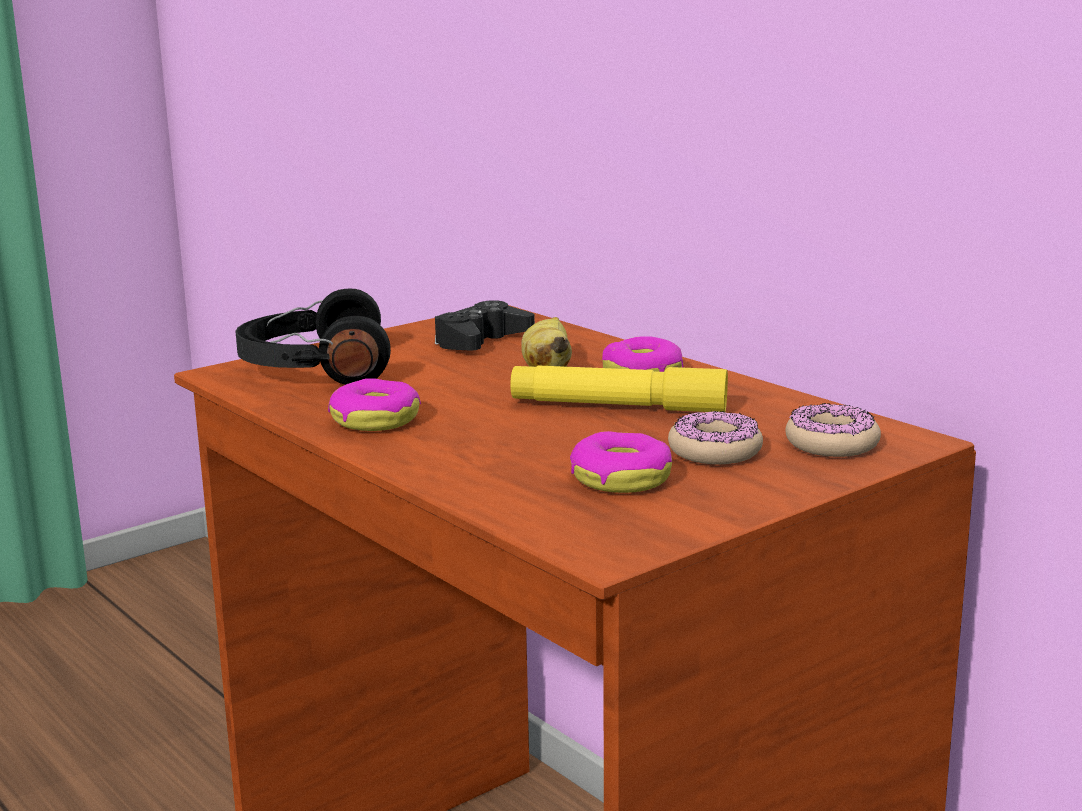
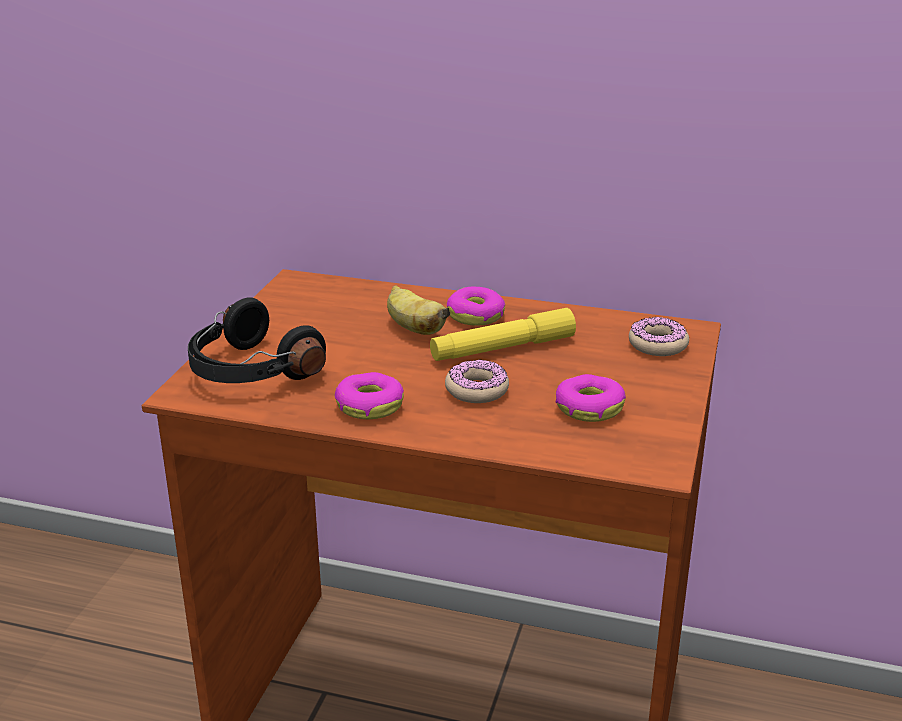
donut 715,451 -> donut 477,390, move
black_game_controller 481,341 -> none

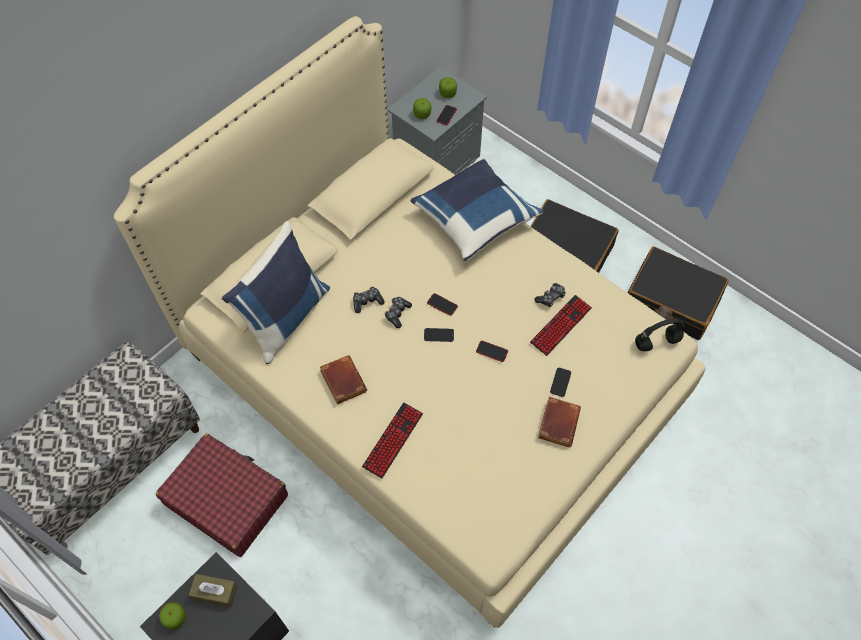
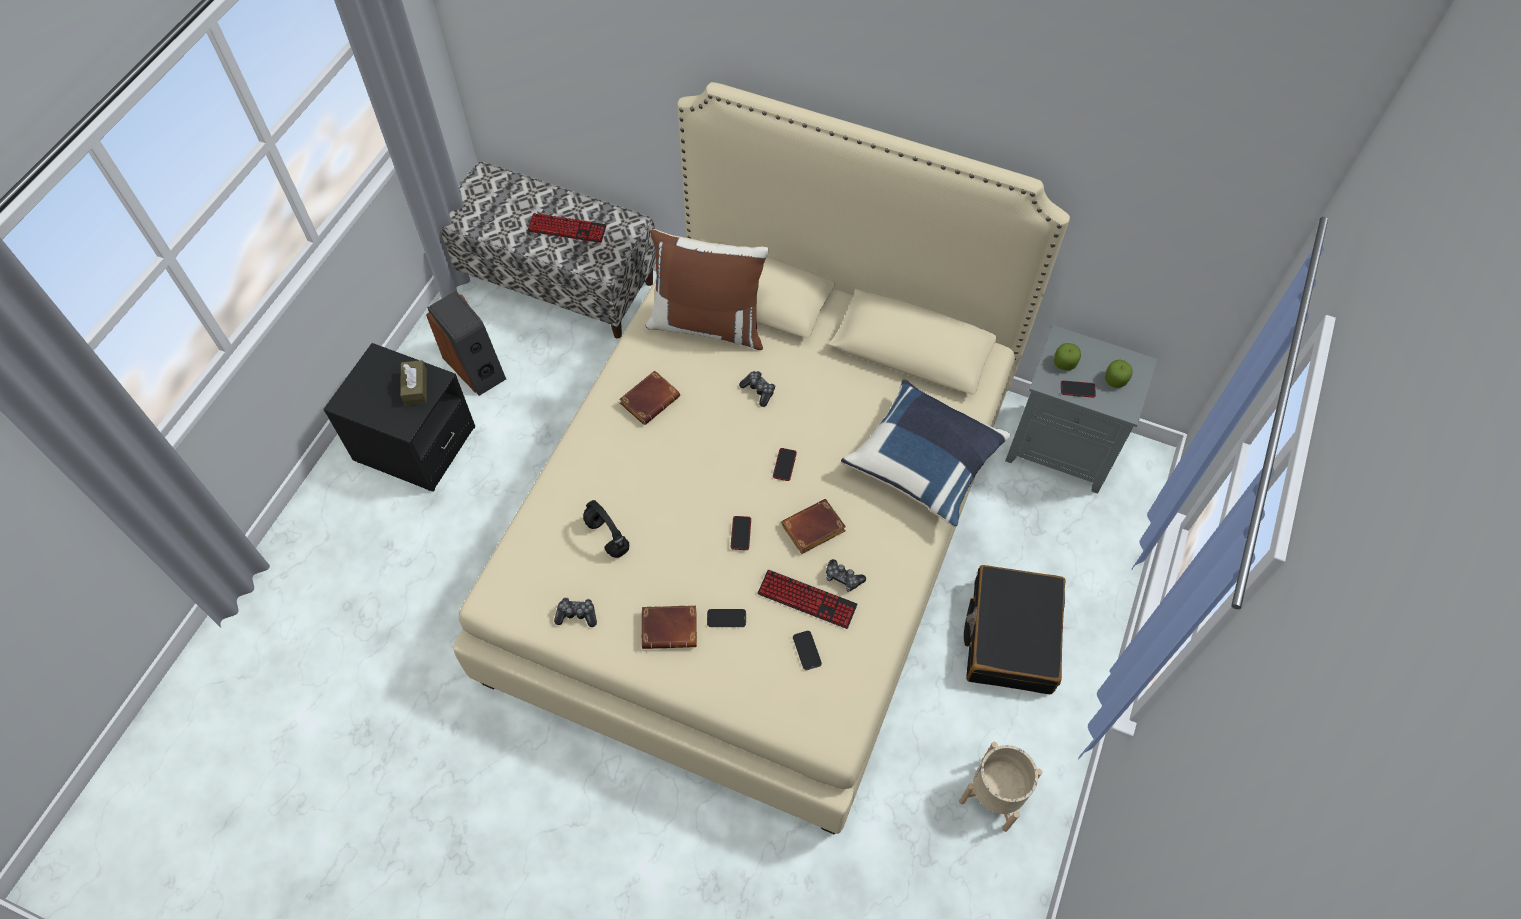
none -> speaker 475,366
keyboard 393,440 -> keyboard 567,229, move
game_controller 397,314 -> game_controller 577,614, move
black_headphones 656,343 -> black_headphones 606,536, move
blue_pillow 285,317 -> brown_pillow 708,324
none -> brown_book 812,531
phone 439,335 -> phone 807,650, move
black_suitcase 671,301 -> beige_planter 994,794
red_suitcase 226,499 -> none
apple 175,618 -> none

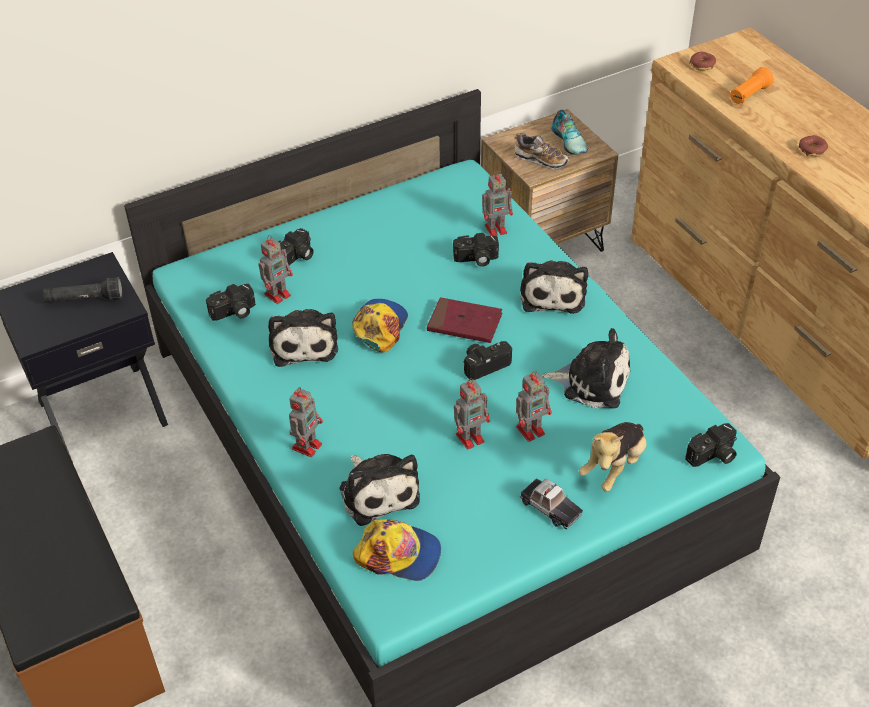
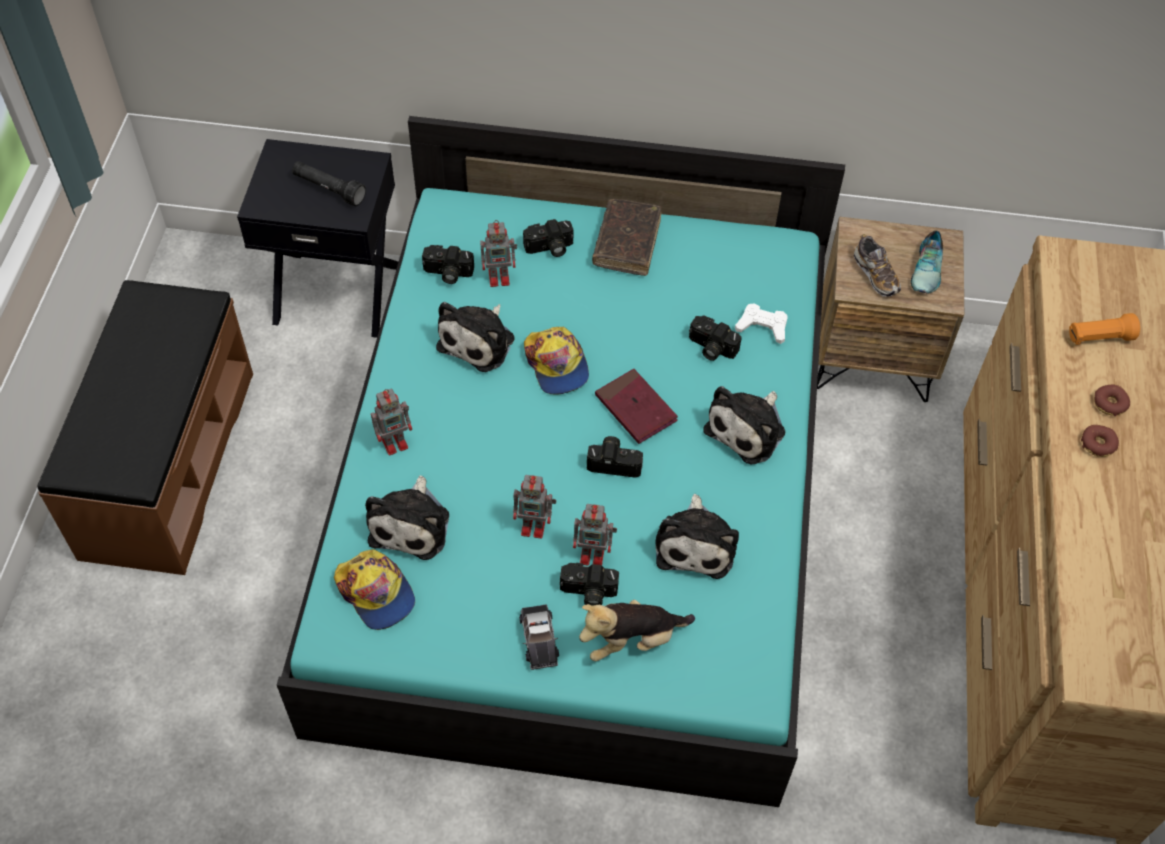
cap 380,327 -> cap 557,365, 105 degrees clockwise
photo_camera 713,456 -> photo_camera 588,593, move
none -> brown_book 627,243
plush_toy 592,381 -> plush_toy 696,543, 45 degrees clockwise
toy_robot 497,229 -> white_game_controller 762,326
donut 702,65 -> donut 1109,404, move

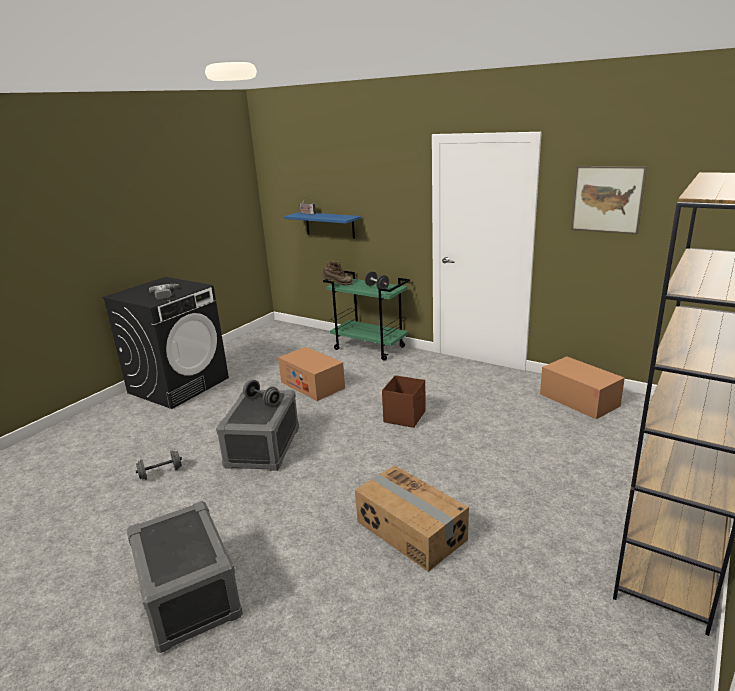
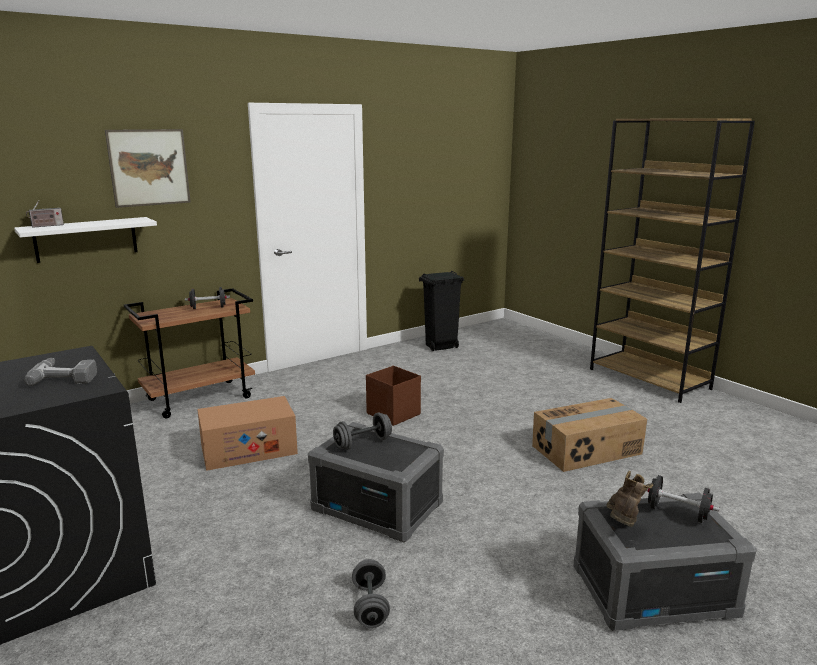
blue_shelf 330,225 -> white_shelf 86,239
picture 607,199 -> picture 149,167, move
green_cart 370,348 -> brown_cart 200,398
cardboard_box 579,400 -> black_trash_can 440,347
brown_boot 338,285 -> brown_boot 622,525, move
none -> black_dumbbell 677,513

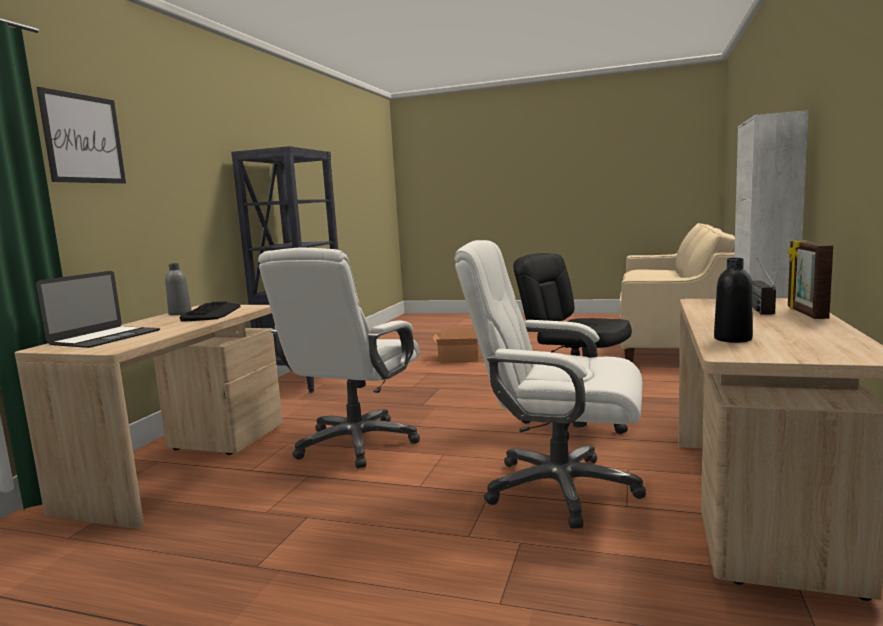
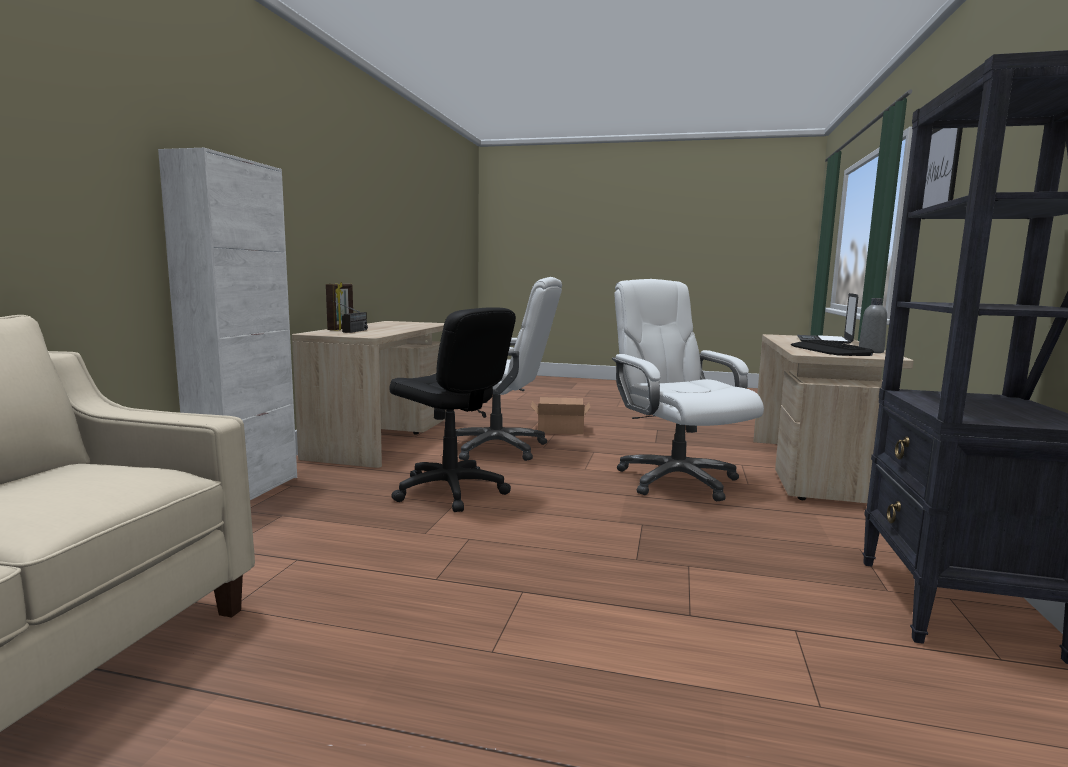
cardboard_box 460,358 -> cardboard_box 559,429, move
white_office_chair 356,444 -> white_office_chair 676,480, 45 degrees counterclockwise
black_bottle 732,339 -> none

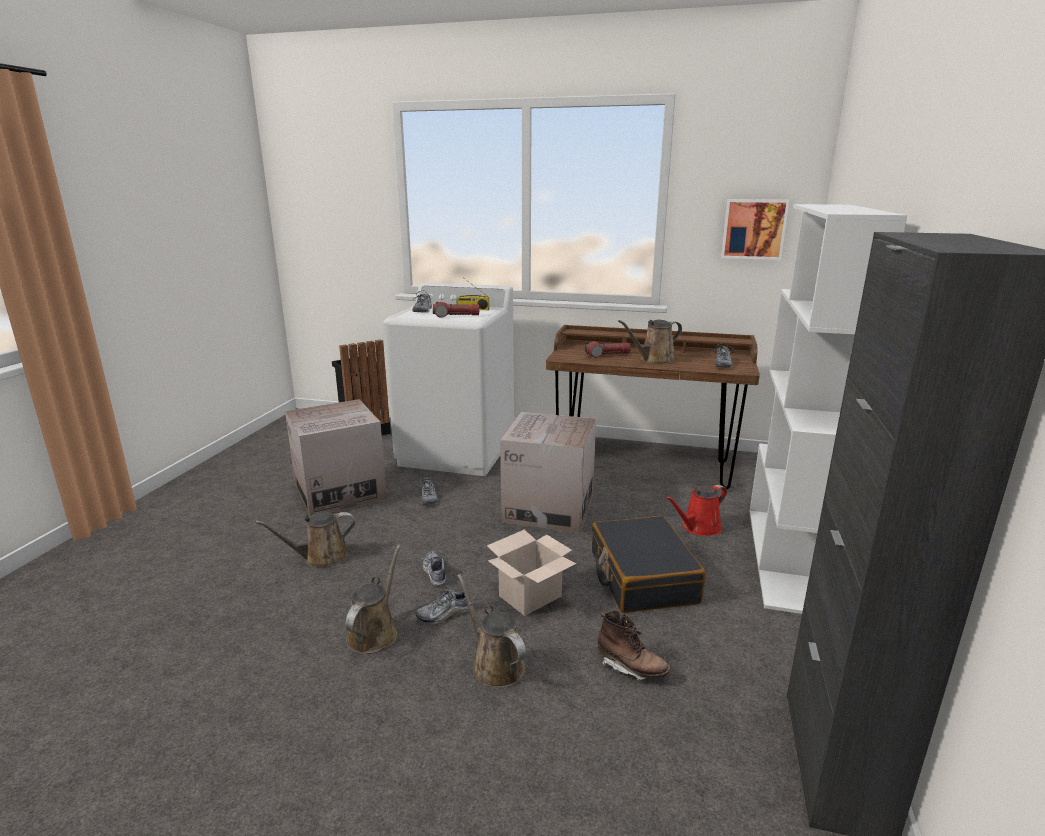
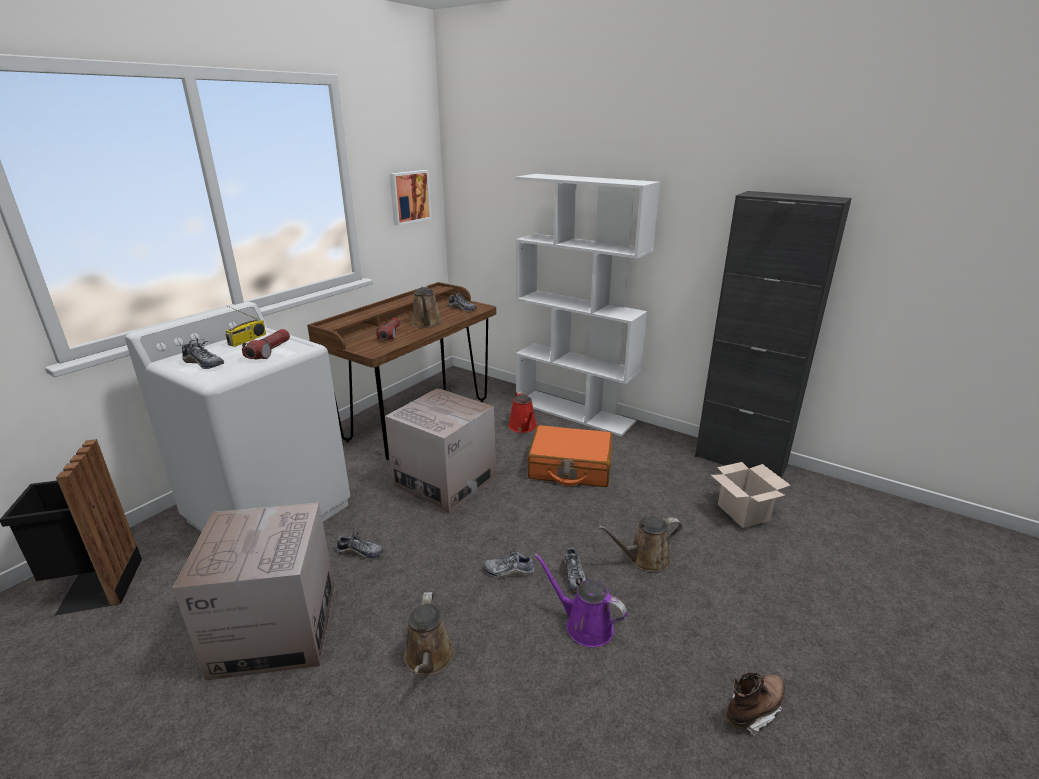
black_suitcase 642,577 -> orange_suitcase 570,467
brown_watering_can 374,633 -> purple_watering_can 584,625
cardboard_box 529,597 -> cardboard_box 744,513, move
brown_boot 631,667 -> brown_boot 753,710, move

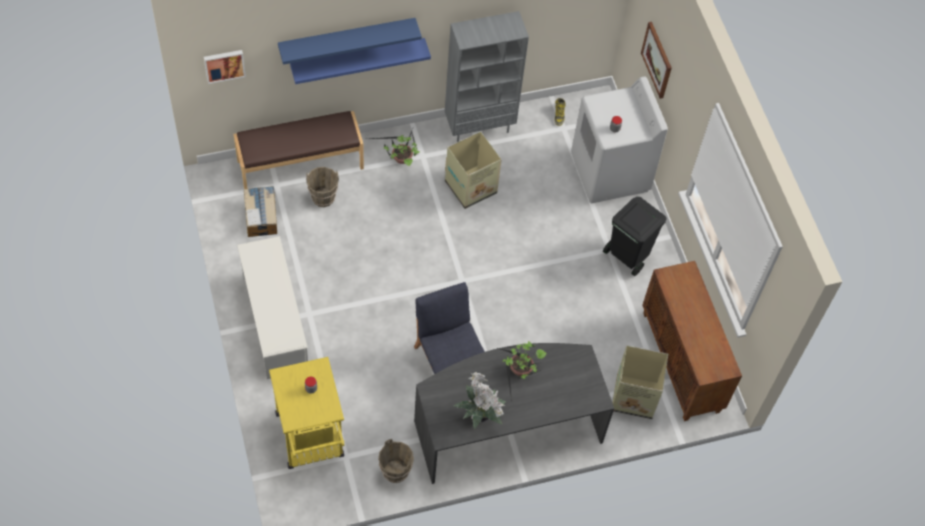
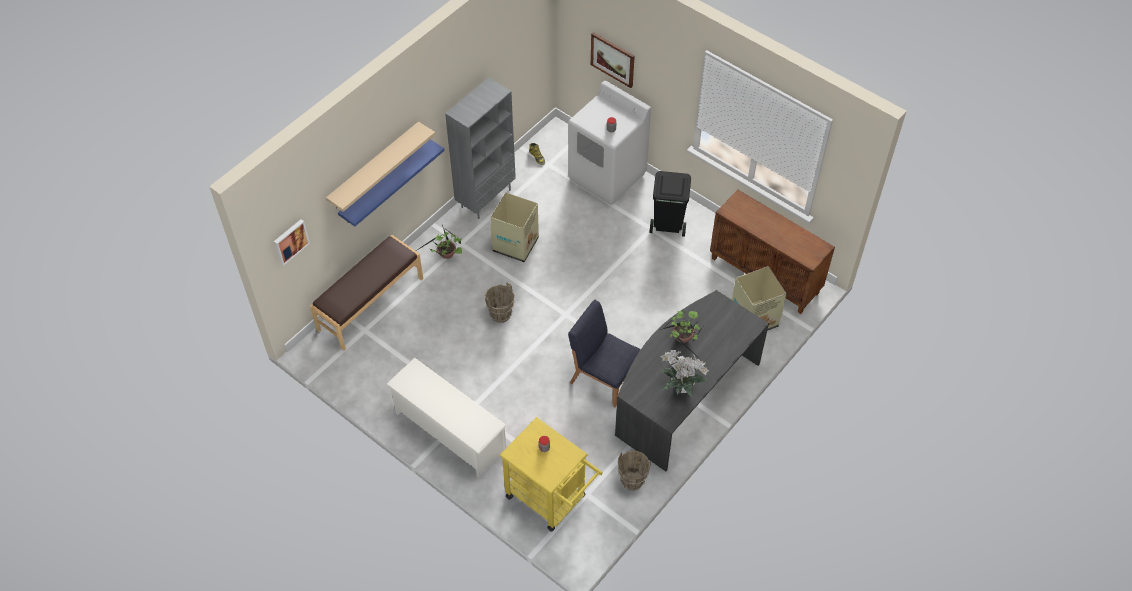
blue_shelf 347,38 -> beige_shelf 374,166
brown_bucket 323,198 -> brown_bucket 501,314, move
cardboard_box 261,216 -> none

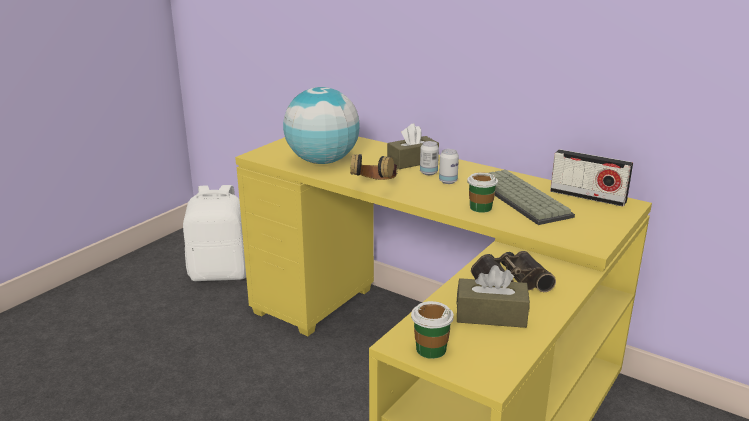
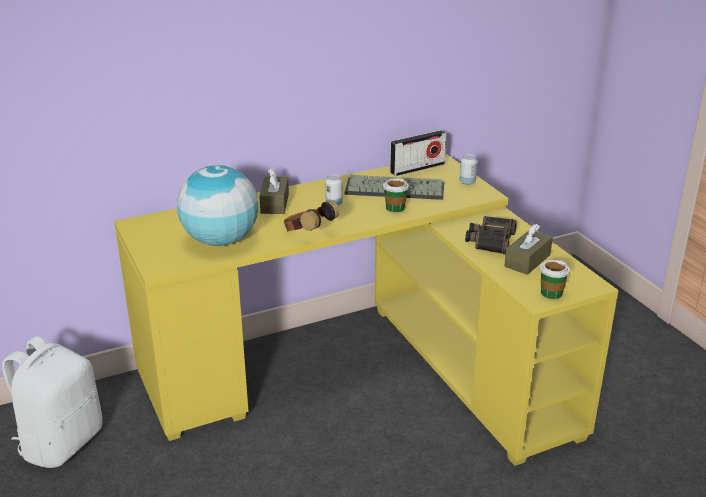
can 428,173 -> can 467,182, move

